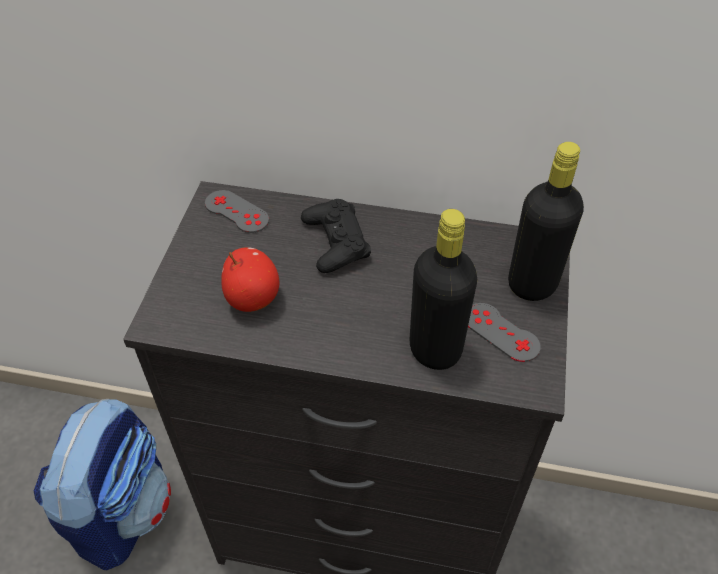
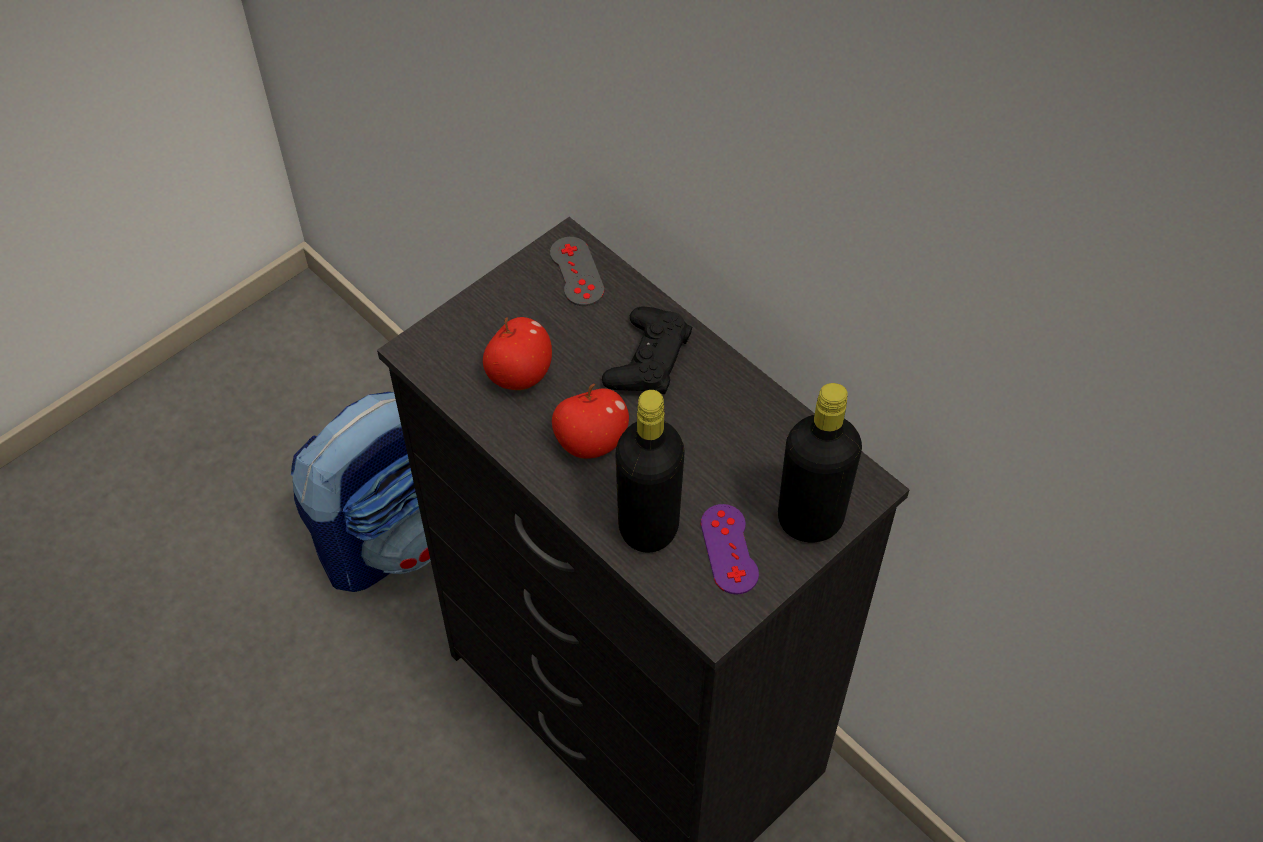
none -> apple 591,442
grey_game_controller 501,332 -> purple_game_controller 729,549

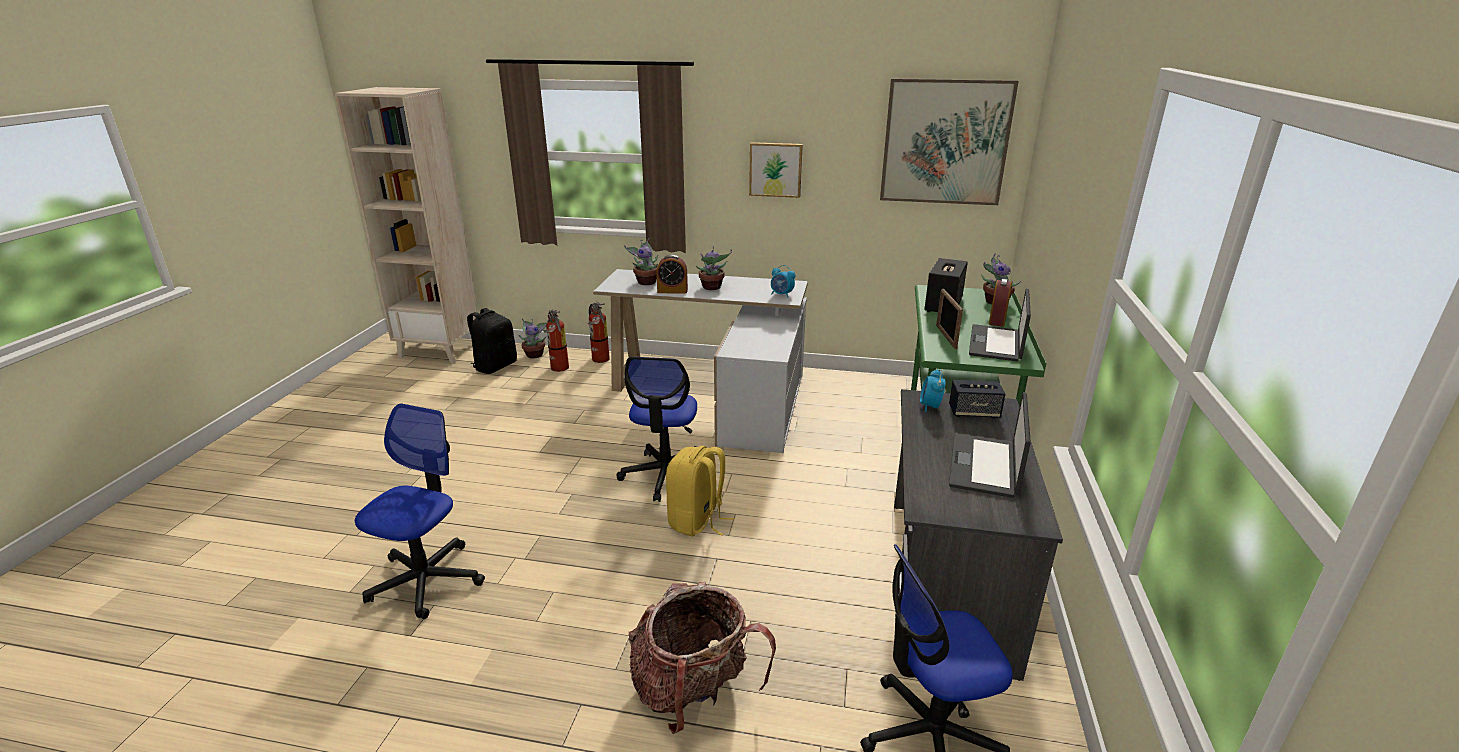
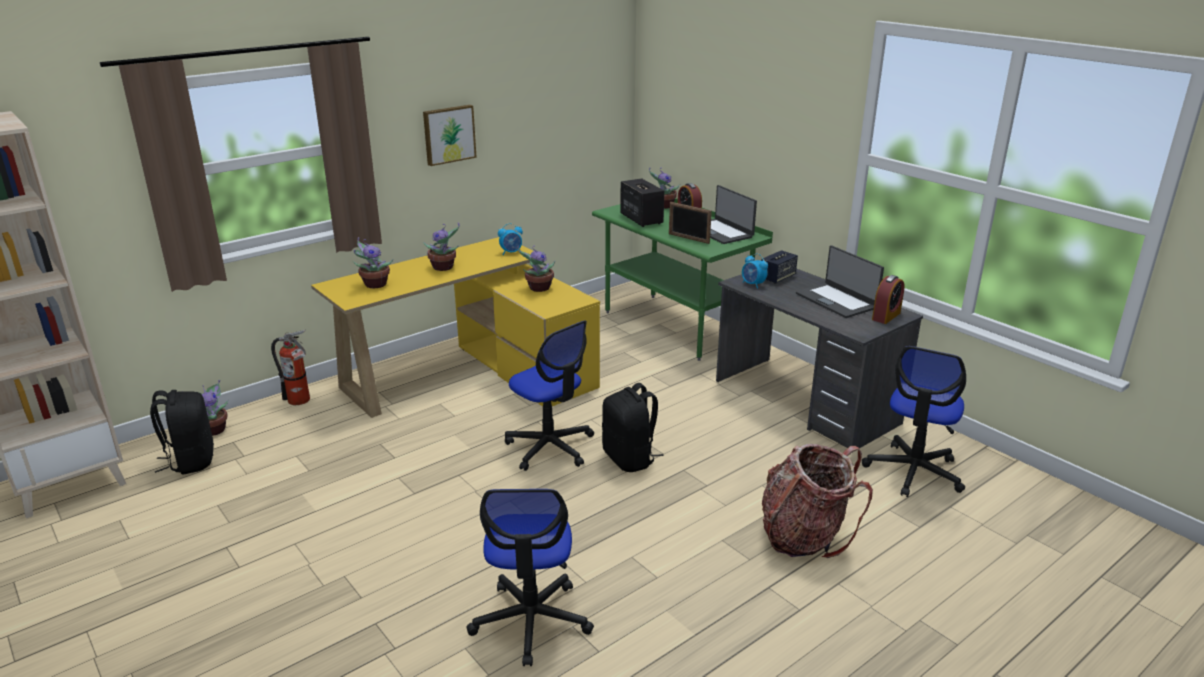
white_desk 718,395 -> yellow_desk 471,375
office_chair 426,580 -> office_chair 531,621, 150 degrees counterclockwise
none -> potted_plant 538,288
yellow_backpack 697,521 -> black_backpack 630,459
alarm_clock 672,291 -> alarm_clock 886,316, move
fire_extinguisher 559,369 -> none
picture 945,142 -> none

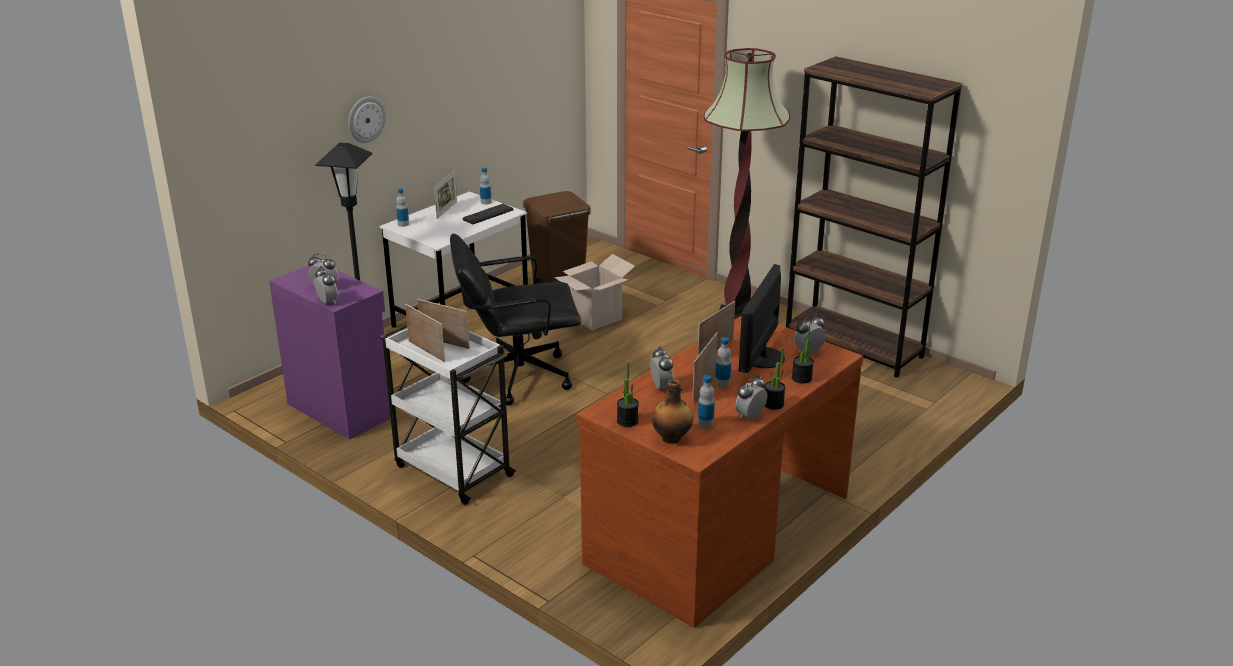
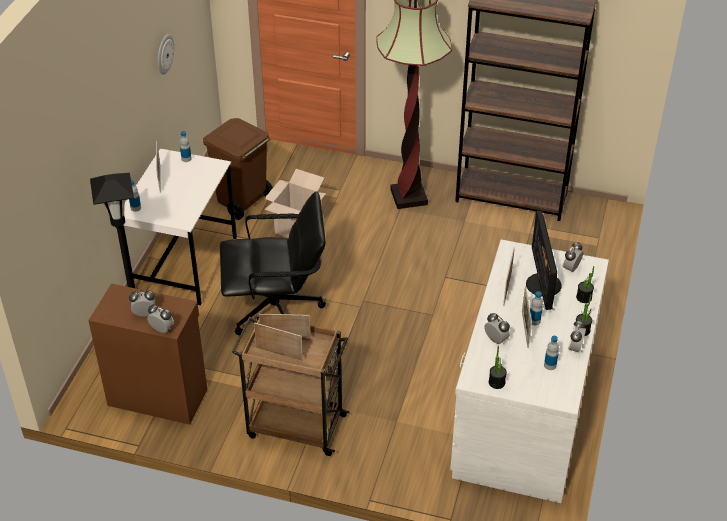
purple_cabinet 340,409 -> brown_cabinet 157,396
wall_clock 366,119 -> wall_clock 164,54, move
black_office_chair 517,376 -> black_office_chair 277,311, 150 degrees counterclockwise
white_cart 452,470 -> brown_cart 294,425
brown_desk 717,529 -> white_desk 523,411
keyboard 488,214 -> none
bottle 672,438 -> none

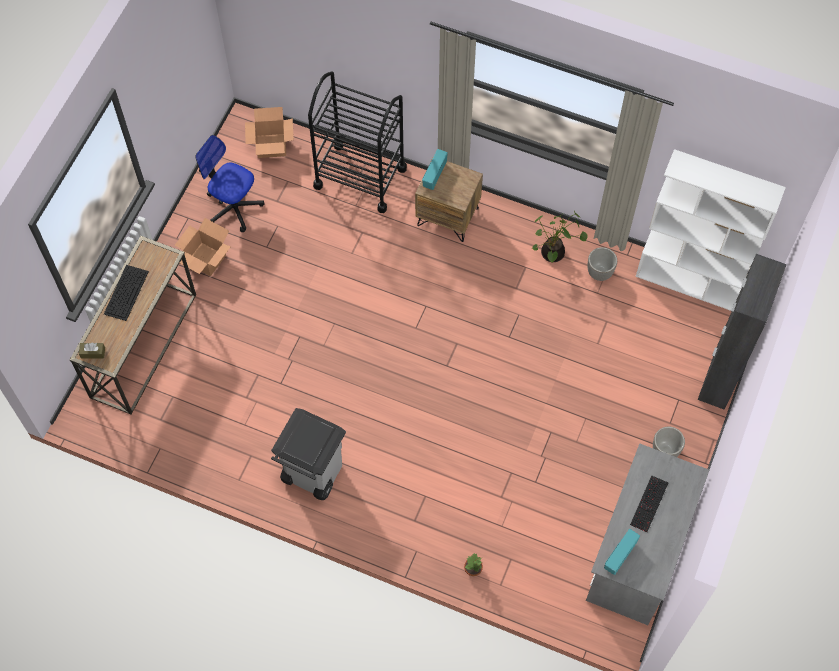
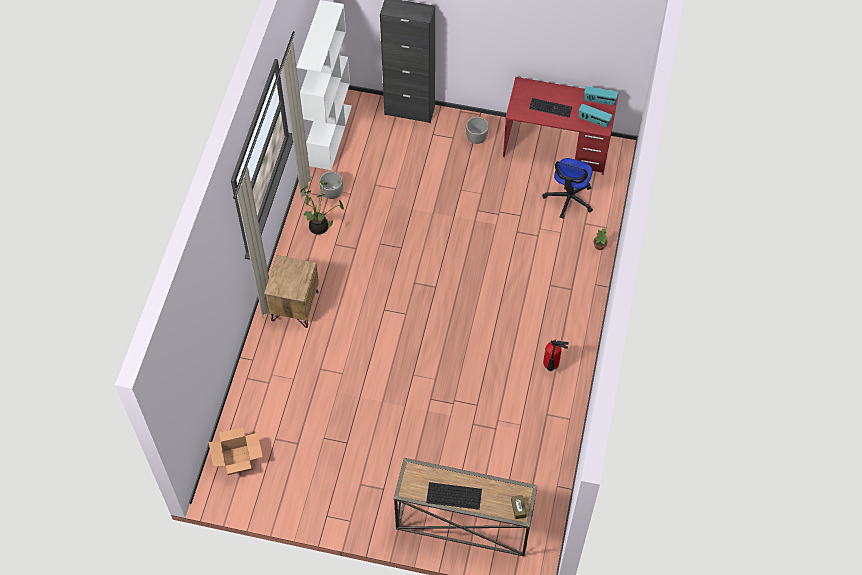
grey_desk 638,550 -> red_desk 557,147
office_chair 233,207 -> office_chair 569,199, move
grey_trash_can 312,474 -> fire_extinguisher 551,366
radio 434,175 -> radio 599,101, move
cardboard_box 206,259 -> none
black_cart 360,177 -> none

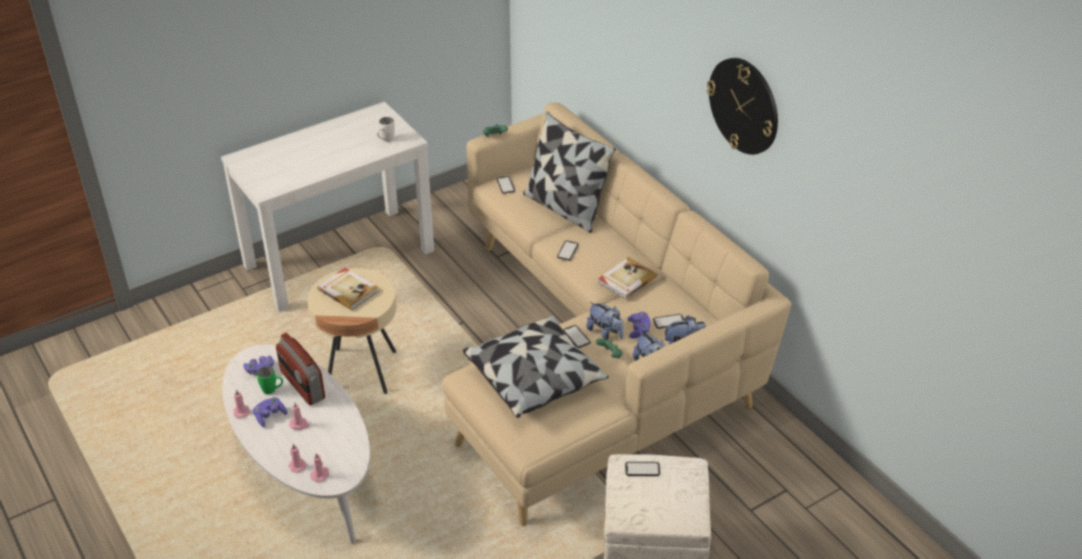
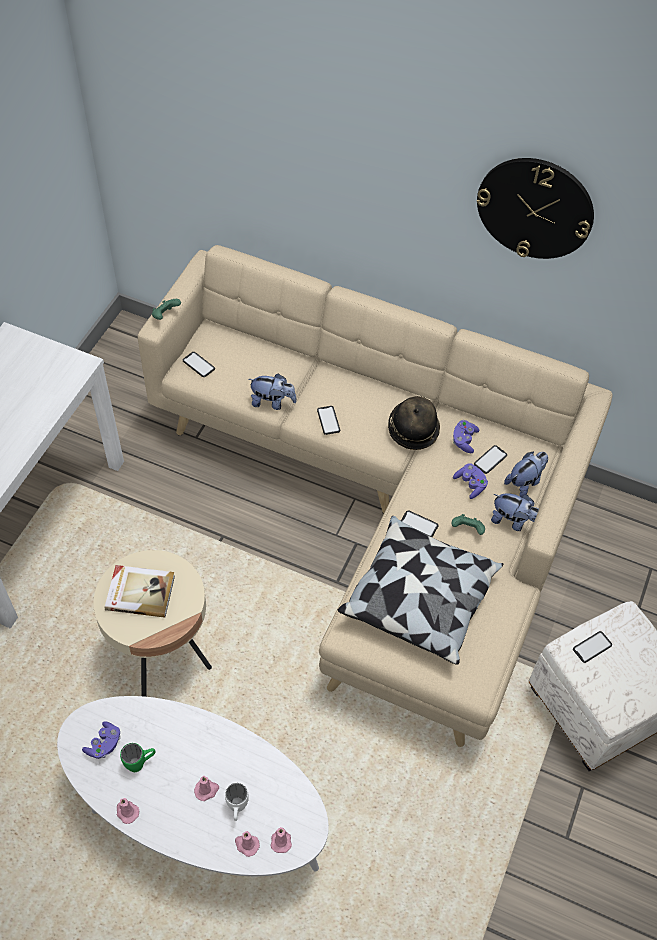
white_mug 385,141 -> white_mug 237,809, move
plush_toy 605,333 -> plush_toy 272,402, move
book 626,280 -> hat 412,429
purple_game_controller 270,416 -> purple_game_controller 464,440, move
radio 302,385 -> none
pillow 565,208 -> none

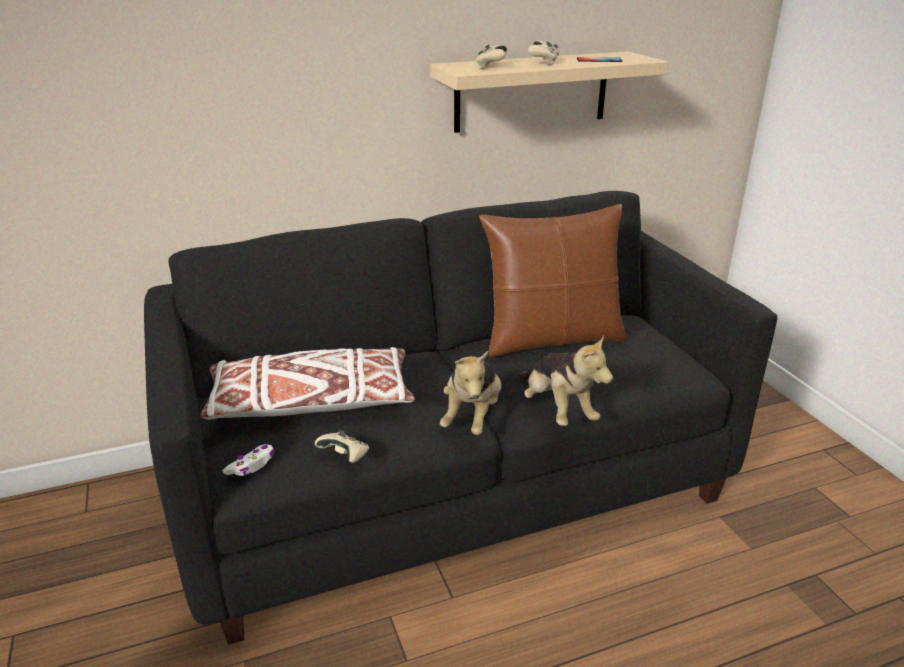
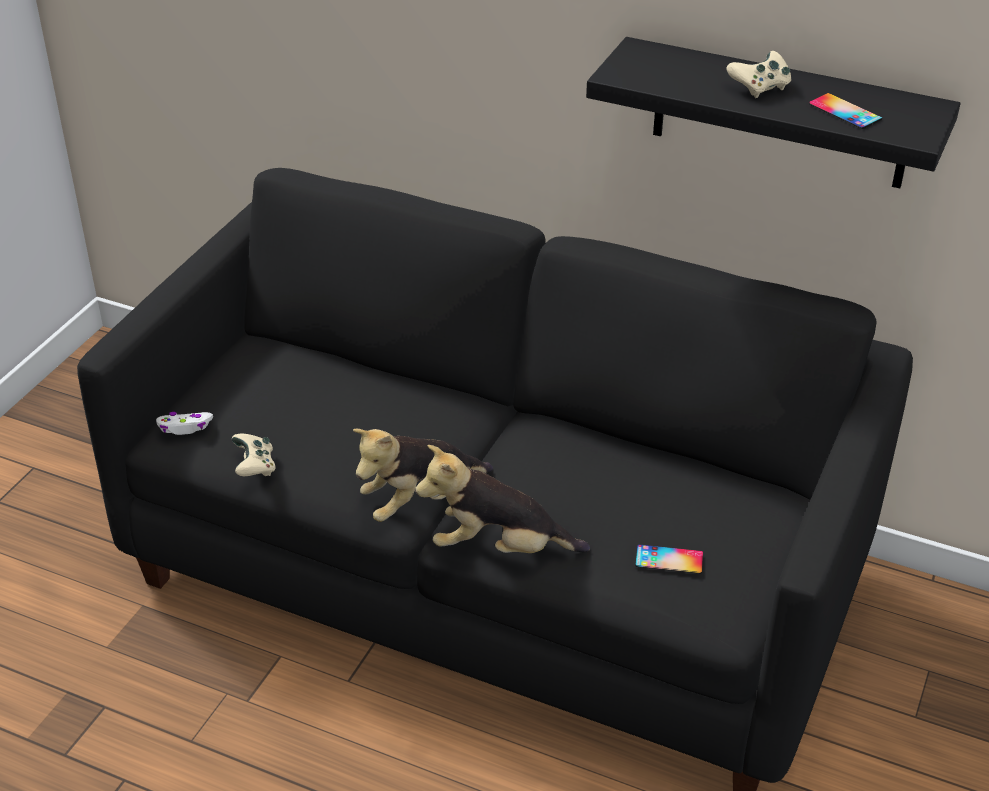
plush_toy 557,410 -> plush_toy 499,547, 75 degrees clockwise
beige_shelf 532,91 -> black_shelf 780,114
none -> phone 669,559
white_pillow 310,402 -> none
beige_game_controller 491,66 -> none
brown_pillow 551,339 -> none

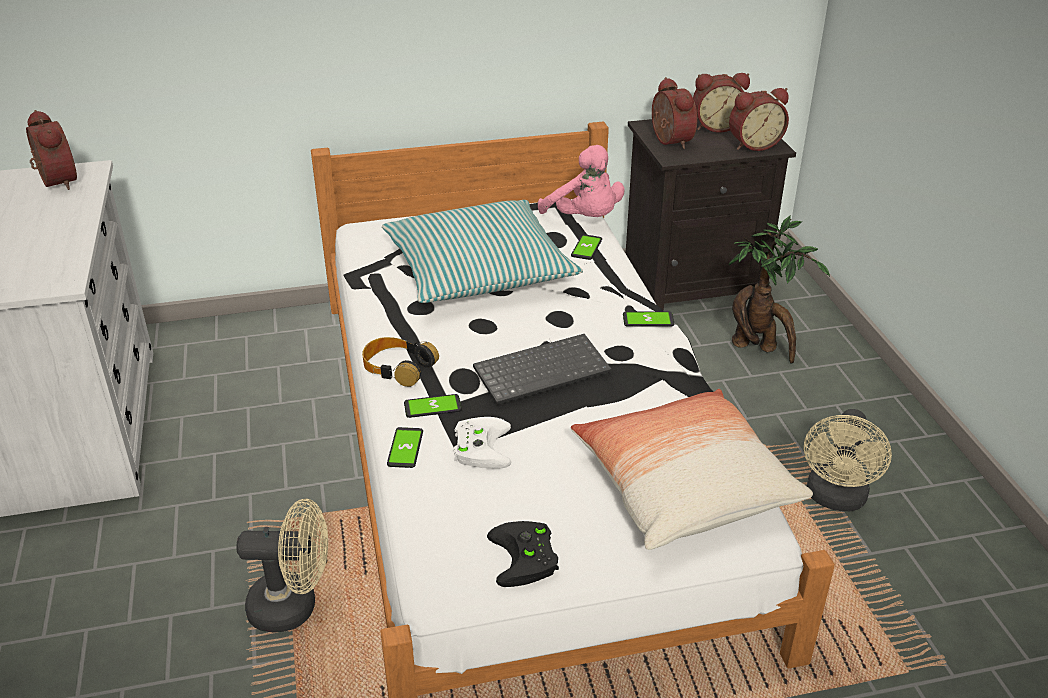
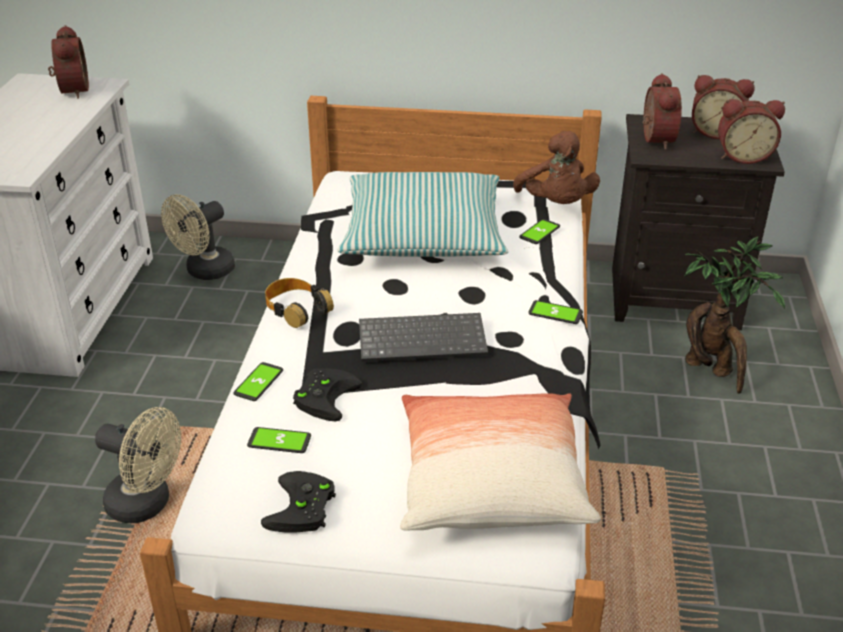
beige_fan 835,499 -> beige_fan 204,272, move
phone 432,407 -> phone 279,441, move
white_game_controller 480,445 -> black_game_controller 324,395
pink_plush_toy 585,219 -> brown_plush_toy 556,204

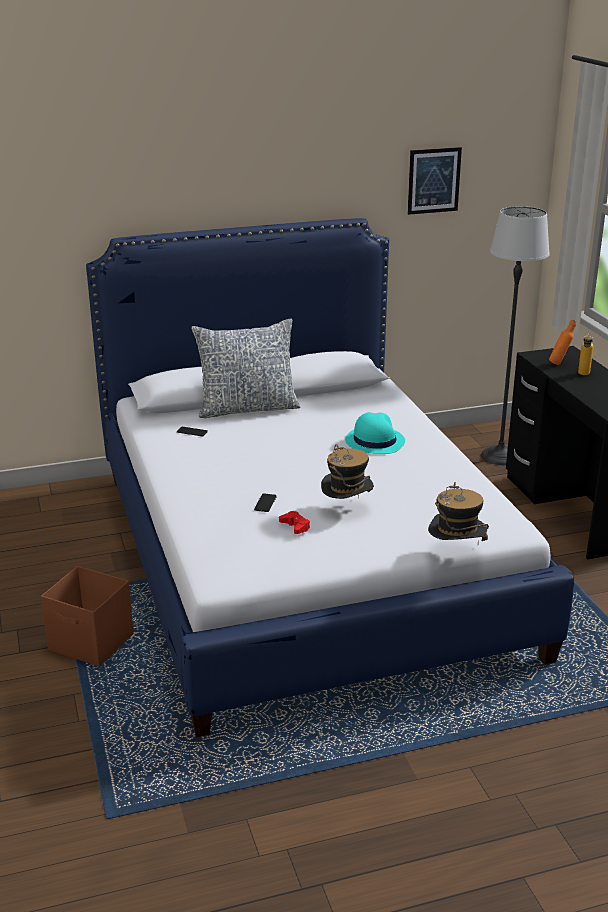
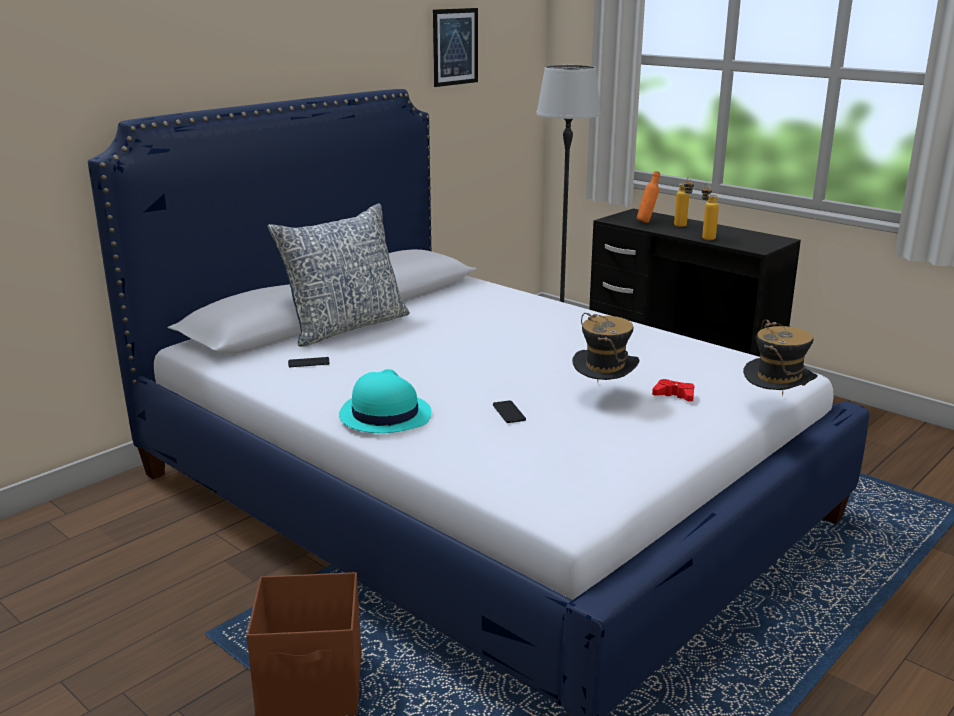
turquoise_hat 374,441 -> turquoise_hat 384,415, move
red_game_controller 295,526 -> red_game_controller 674,395, move
none -> bottle 706,237

